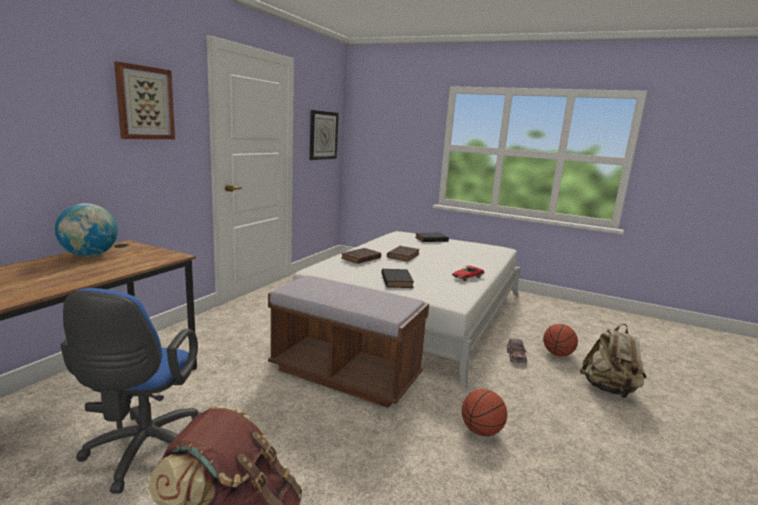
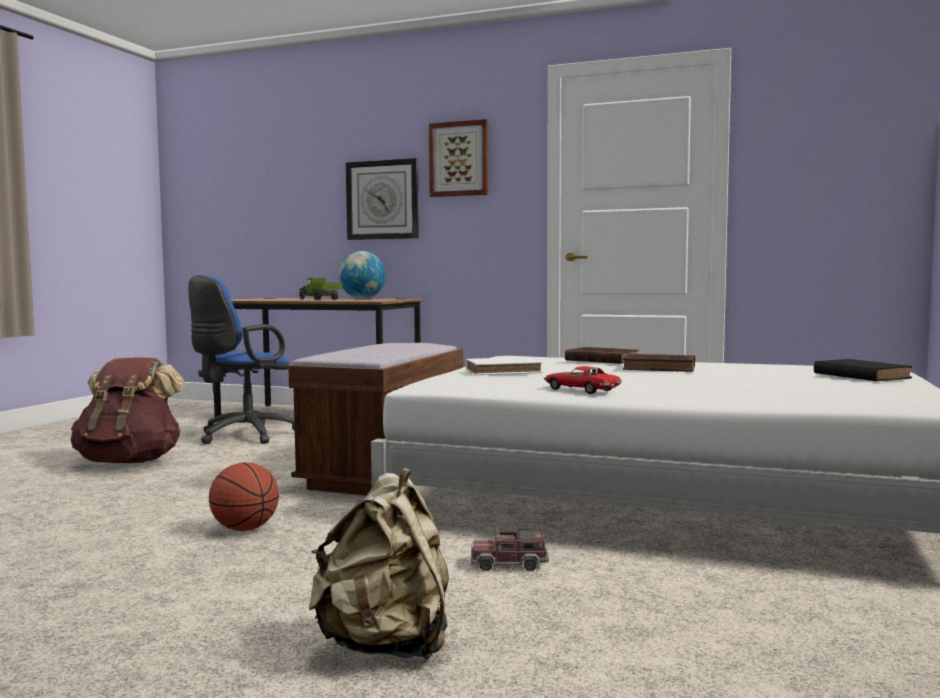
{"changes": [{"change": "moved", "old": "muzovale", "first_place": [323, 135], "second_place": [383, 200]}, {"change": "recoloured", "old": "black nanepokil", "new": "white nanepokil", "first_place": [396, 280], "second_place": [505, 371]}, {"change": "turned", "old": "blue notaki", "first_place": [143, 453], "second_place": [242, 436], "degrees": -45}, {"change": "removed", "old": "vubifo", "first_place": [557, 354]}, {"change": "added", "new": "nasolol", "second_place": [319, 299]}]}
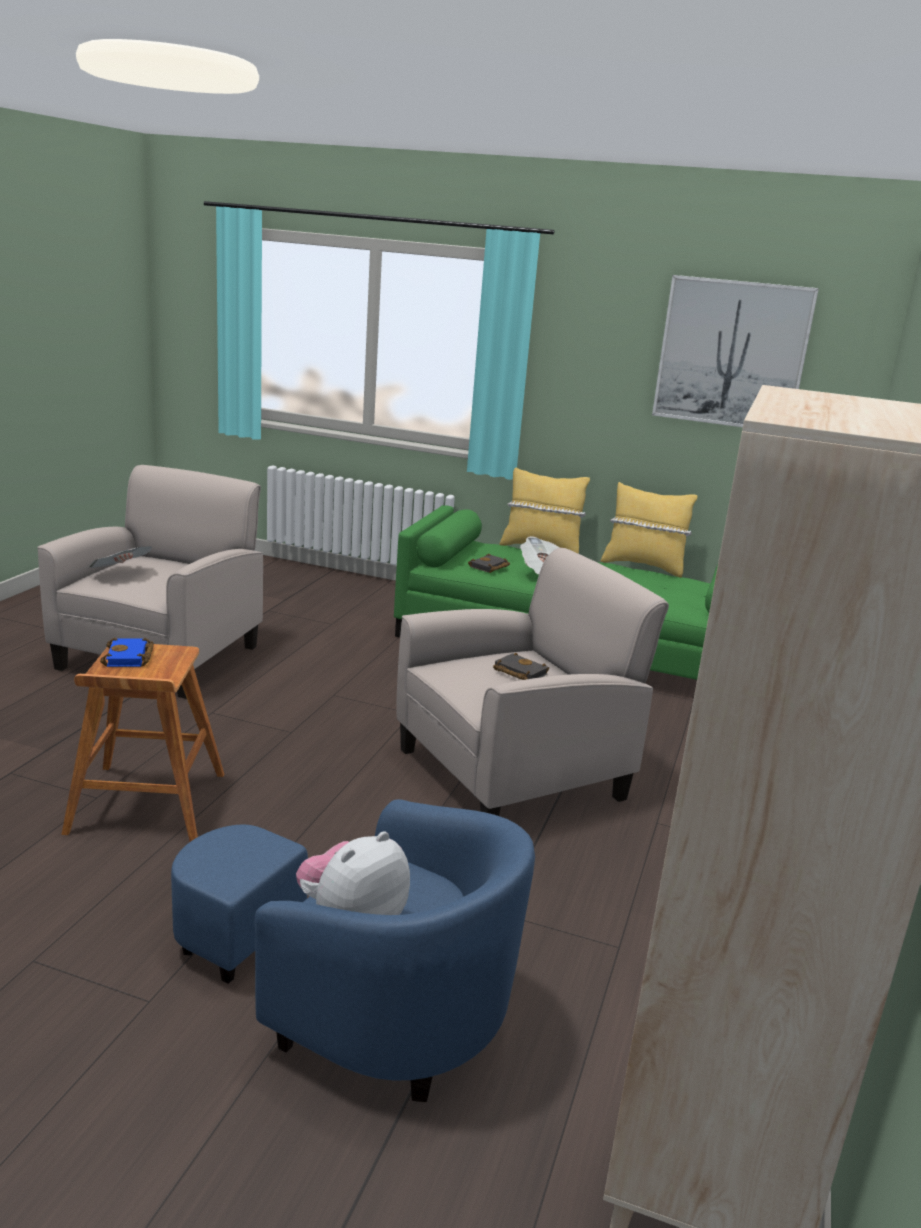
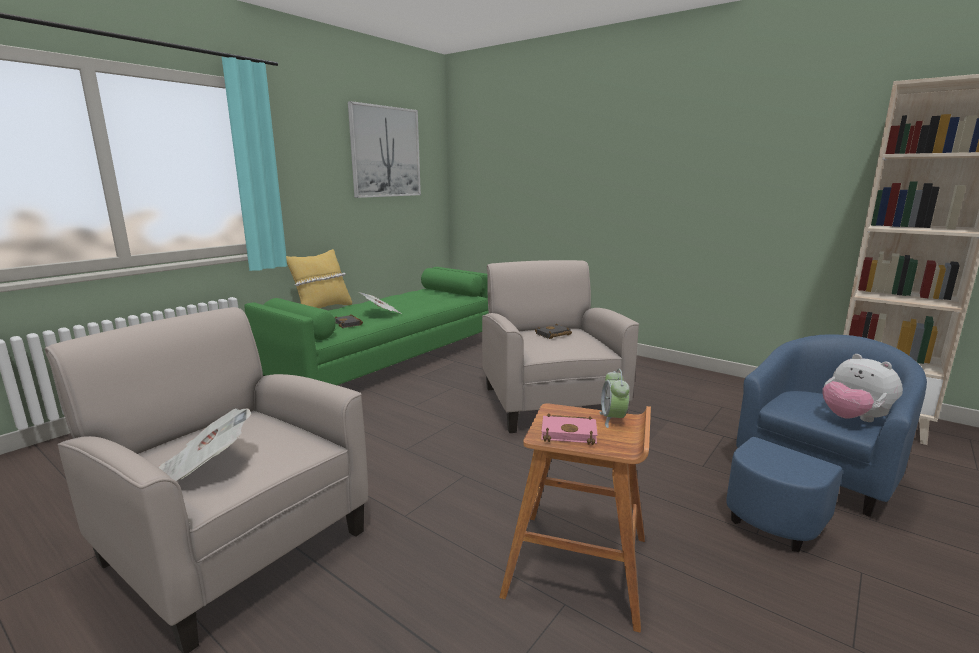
{"changes": [{"change": "removed", "old": "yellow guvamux", "first_place": [643, 566]}, {"change": "recoloured", "old": "blue nanepokil", "new": "pink nanepokil", "first_place": [129, 658], "second_place": [570, 433]}, {"change": "added", "new": "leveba", "second_place": [613, 419]}]}
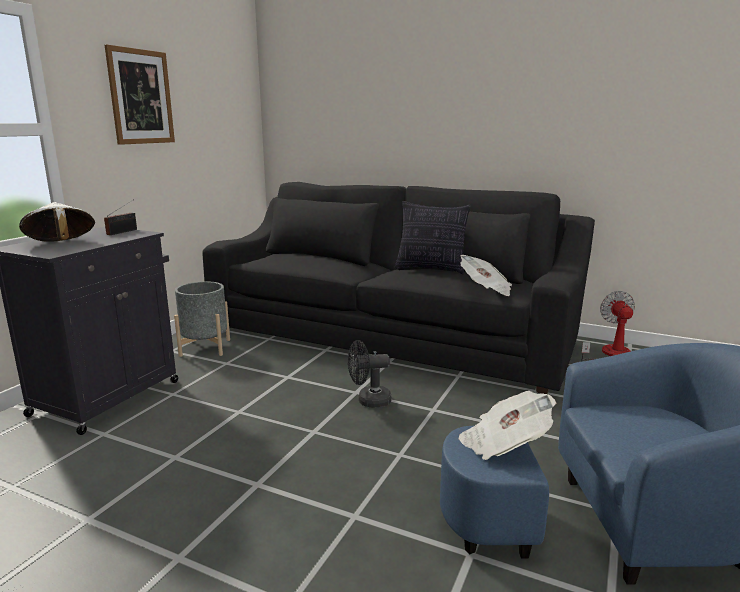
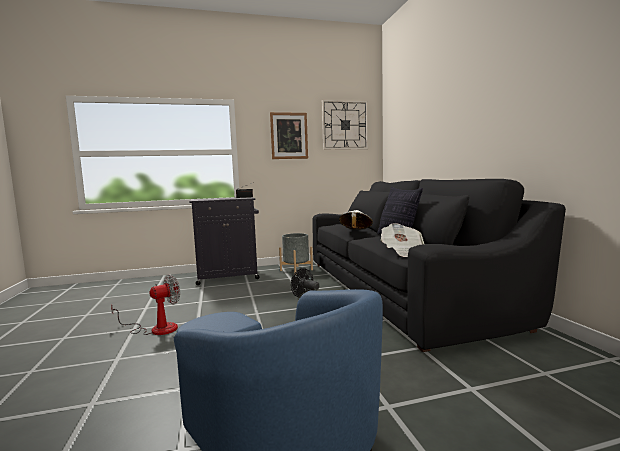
{"changes": [{"change": "moved", "old": "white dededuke", "first_place": [61, 245], "second_place": [355, 231]}, {"change": "moved", "old": "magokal", "first_place": [610, 355], "second_place": [156, 329]}, {"change": "removed", "old": "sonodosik", "first_place": [504, 444]}, {"change": "added", "new": "muzovale", "second_place": [345, 125]}]}
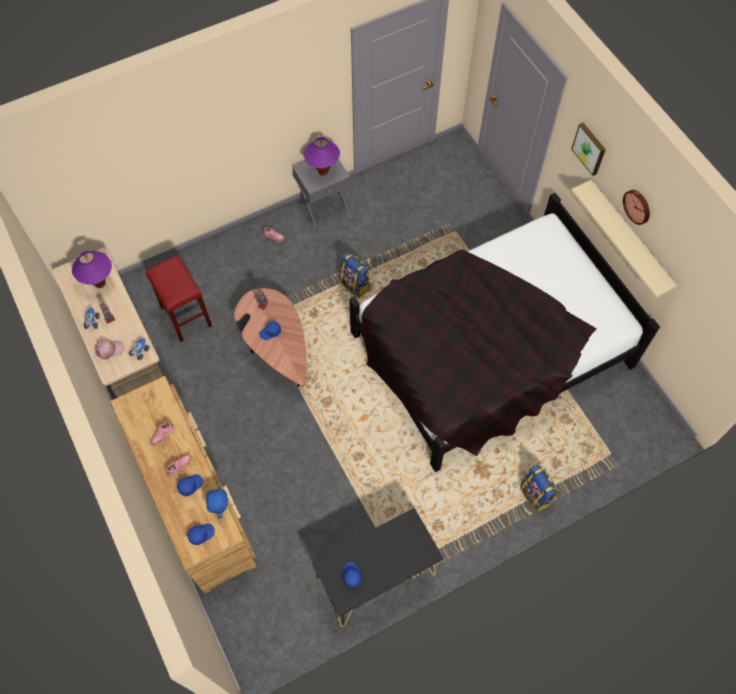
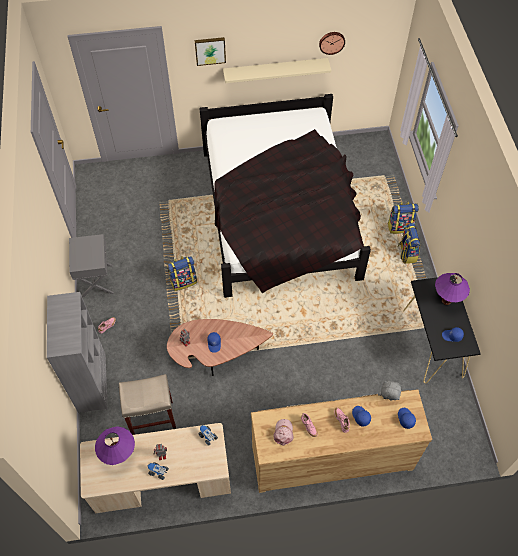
{"changes": [{"change": "moved", "old": "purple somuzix", "first_place": [323, 172], "second_place": [446, 301]}, {"change": "moved", "old": "muzovale", "first_place": [637, 206], "second_place": [331, 42]}, {"change": "recoloured", "old": "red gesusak", "new": "beige gesusak", "first_place": [186, 317], "second_place": [153, 418]}, {"change": "moved", "old": "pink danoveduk", "first_place": [109, 350], "second_place": [283, 433]}, {"change": "recoloured", "old": "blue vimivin", "new": "grey vimivin", "first_place": [220, 508], "second_place": [387, 399]}, {"change": "added", "new": "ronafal", "second_place": [407, 253]}, {"change": "added", "new": "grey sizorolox", "second_place": [94, 388]}]}
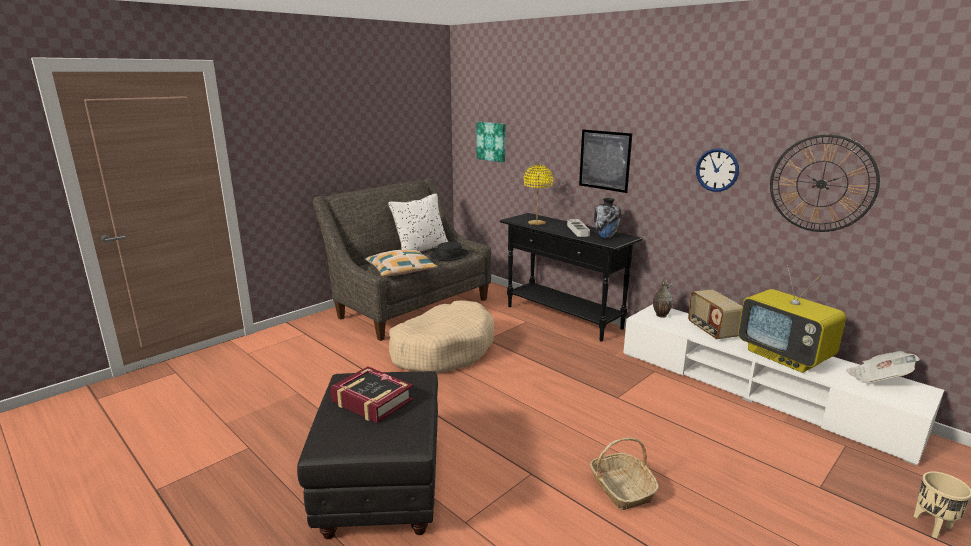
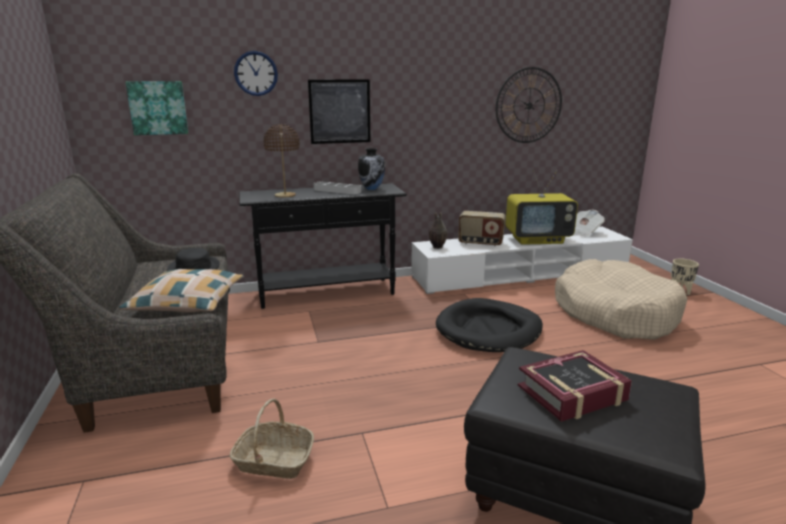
{"changes": [{"change": "moved", "old": "muzovale", "first_place": [717, 170], "second_place": [256, 73]}, {"change": "recoloured", "old": "yellow somuzix", "new": "brown somuzix", "first_place": [536, 223], "second_place": [285, 195]}, {"change": "removed", "old": "white guvamux", "first_place": [420, 249]}, {"change": "moved", "old": "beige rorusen", "first_place": [443, 349], "second_place": [615, 313]}, {"change": "moved", "old": "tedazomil", "first_place": [621, 488], "second_place": [273, 461]}, {"change": "added", "new": "black rorusen", "second_place": [489, 330]}]}
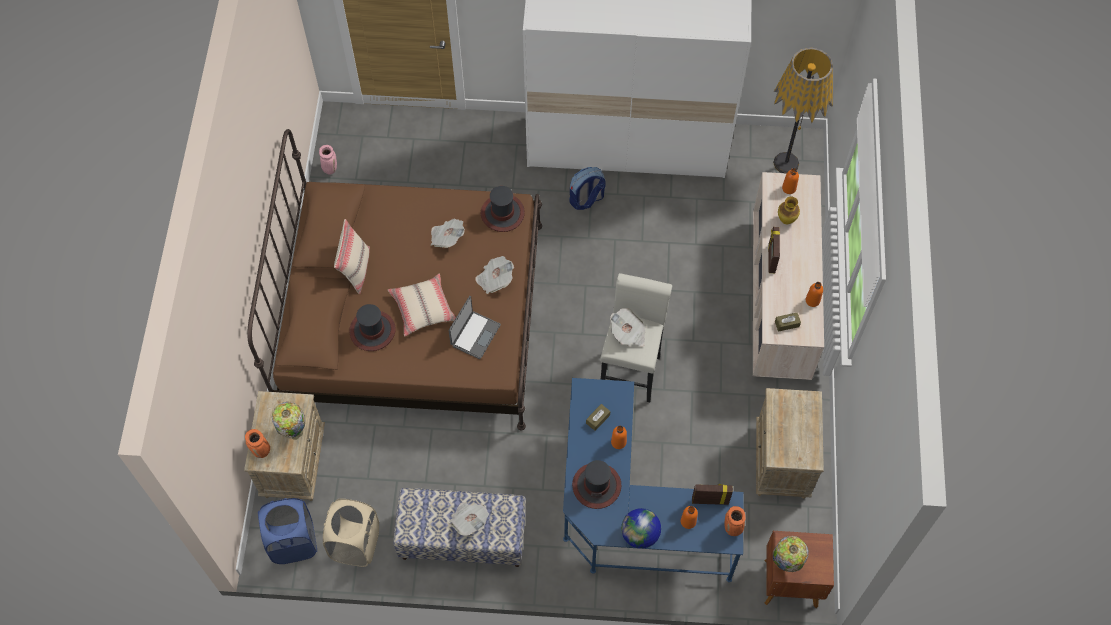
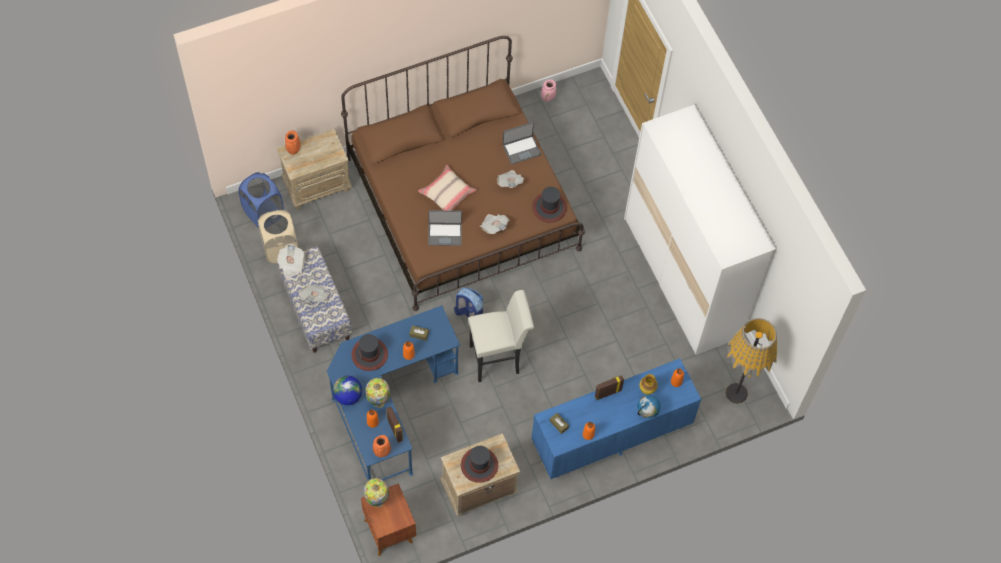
{"changes": [{"change": "moved", "old": "ronafal", "first_place": [586, 199], "second_place": [468, 312]}, {"change": "recoloured", "old": "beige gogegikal", "new": "blue gogegikal", "first_place": [779, 300], "second_place": [611, 435]}, {"change": "removed", "old": "beige guvamux", "first_place": [356, 269]}, {"change": "moved", "old": "dededuke", "first_place": [372, 331], "second_place": [479, 465]}, {"change": "moved", "old": "sonodosik", "first_place": [628, 333], "second_place": [291, 265]}, {"change": "moved", "old": "somuzix", "first_place": [294, 432], "second_place": [379, 402]}, {"change": "added", "new": "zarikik", "second_place": [521, 149]}, {"change": "added", "new": "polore", "second_place": [647, 413]}]}
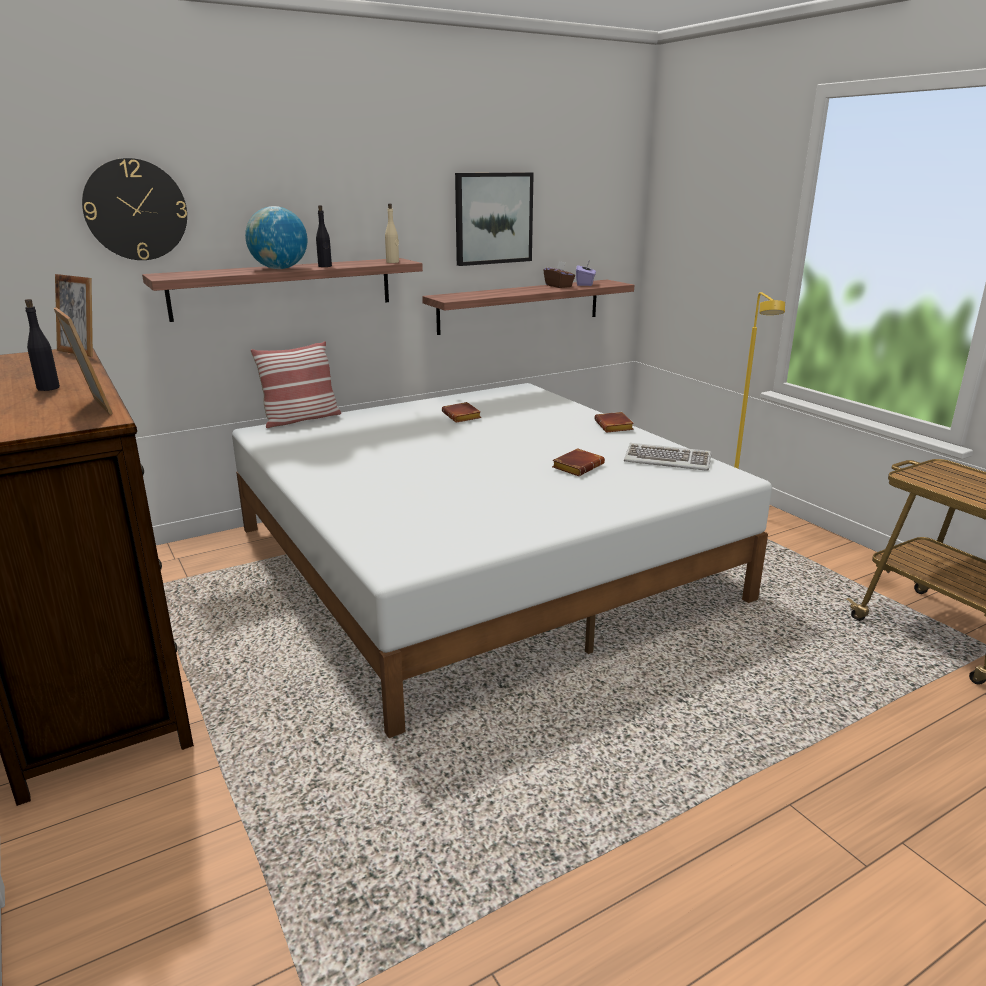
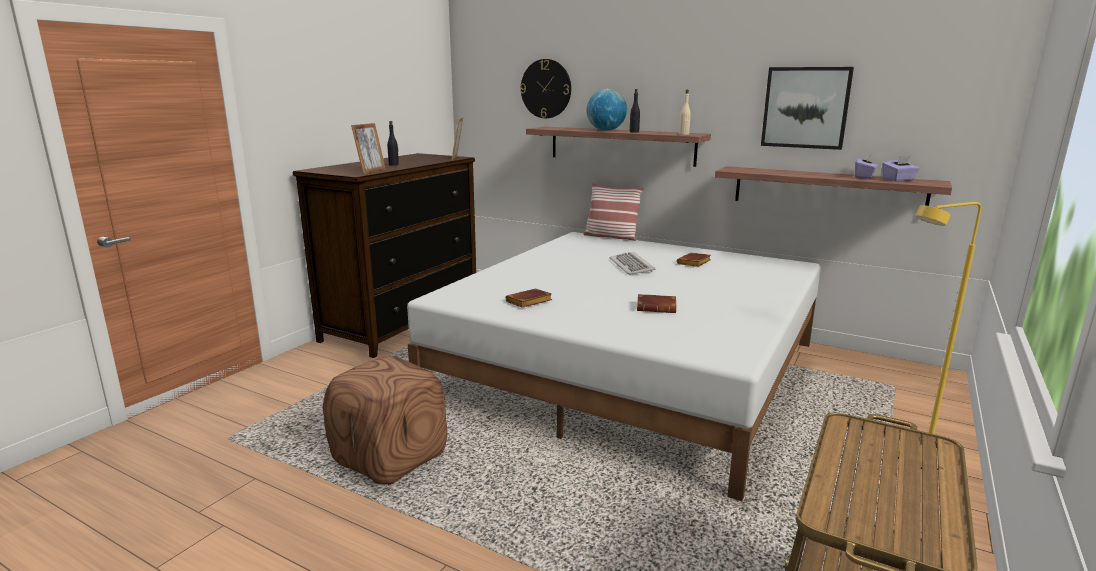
{"changes": [{"change": "recoloured", "old": "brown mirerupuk", "new": "purple mirerupuk", "first_place": [559, 286], "second_place": [864, 177]}, {"change": "moved", "old": "brown nanepokil", "first_place": [615, 427], "second_place": [528, 302]}, {"change": "moved", "old": "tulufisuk", "first_place": [667, 460], "second_place": [632, 266]}, {"change": "added", "new": "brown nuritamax", "second_place": [389, 457]}]}
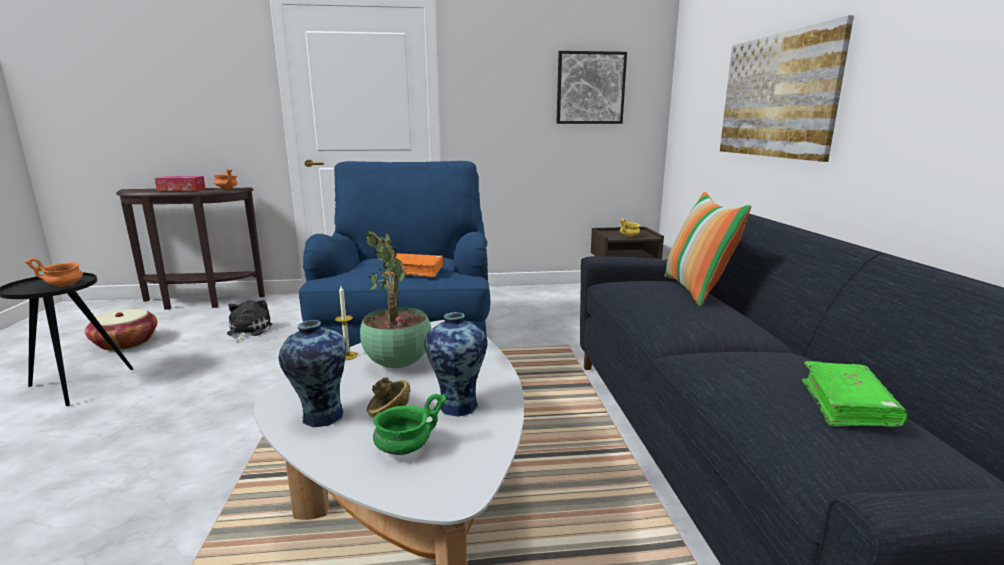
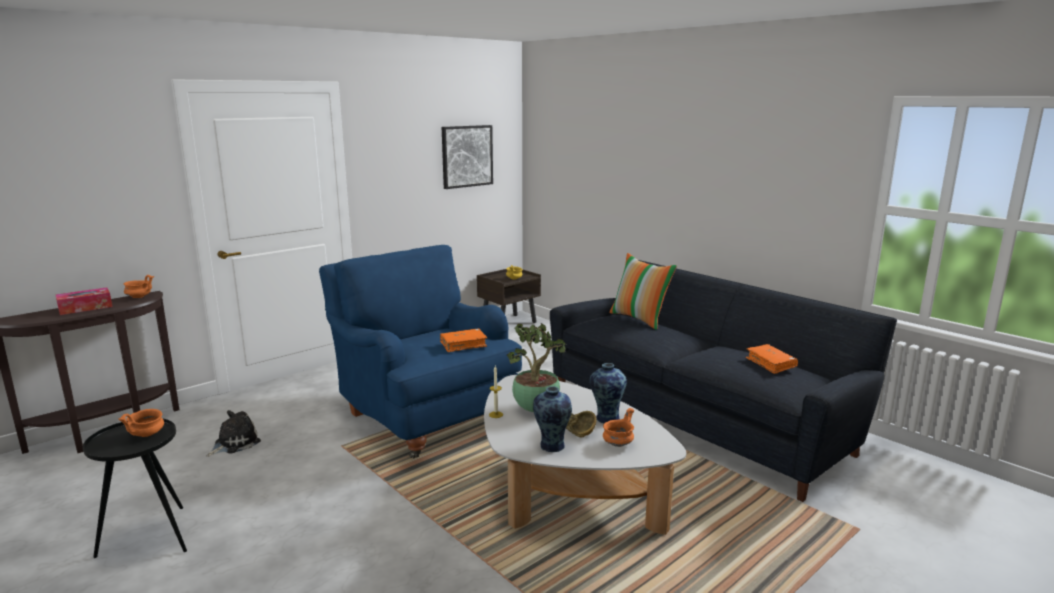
{"changes": [{"change": "removed", "old": "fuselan", "first_place": [776, 96]}, {"change": "turned", "old": "vimivin", "first_place": [248, 331], "second_place": [234, 443], "degrees": 75}, {"change": "removed", "old": "tedazomil", "first_place": [126, 343]}, {"change": "recoloured", "old": "green nanepokil", "new": "orange nanepokil", "first_place": [847, 405], "second_place": [770, 364]}, {"change": "recoloured", "old": "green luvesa", "new": "orange luvesa", "first_place": [404, 448], "second_place": [618, 443]}]}
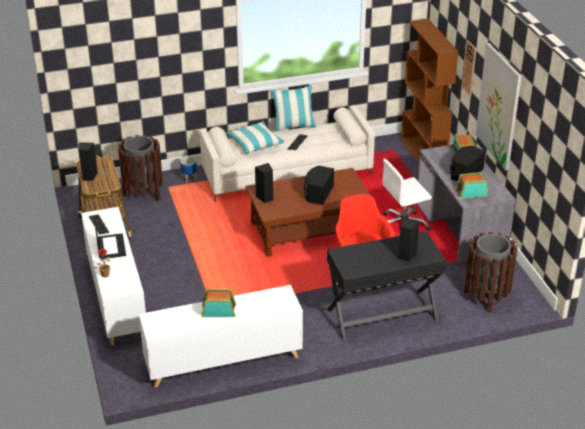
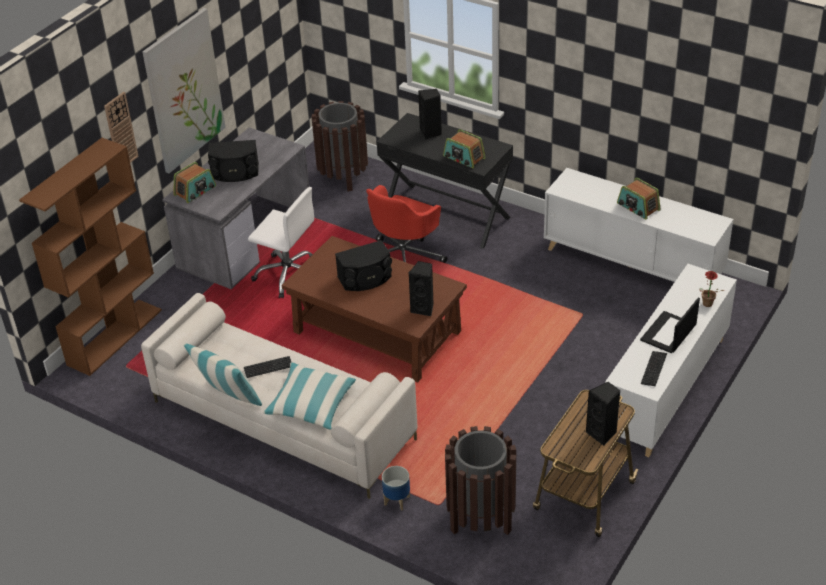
{"changes": [{"change": "moved", "old": "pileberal", "first_place": [471, 192], "second_place": [464, 157]}]}
